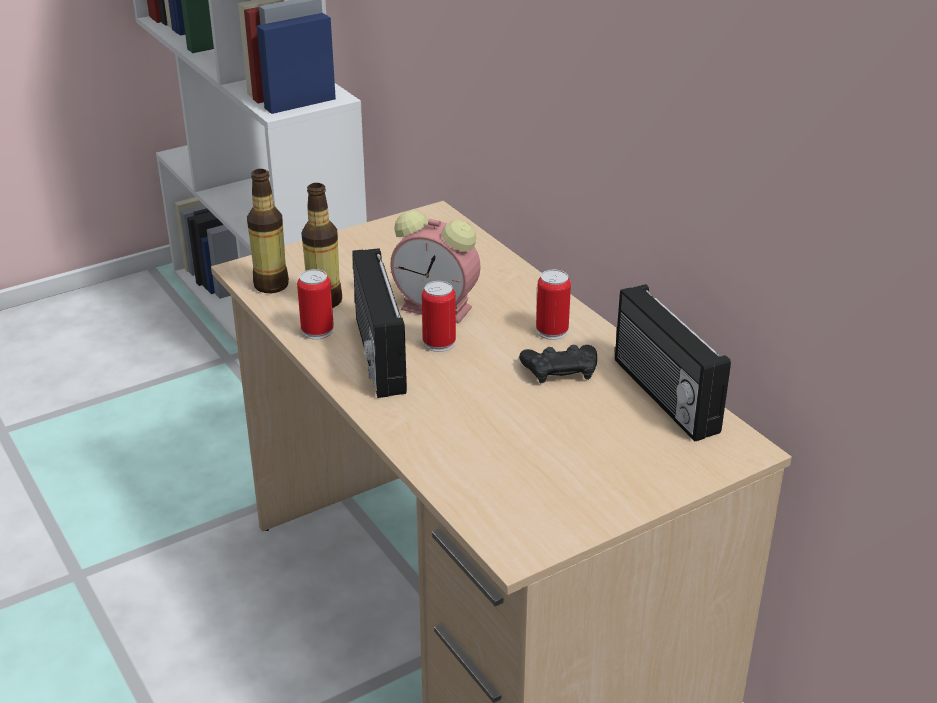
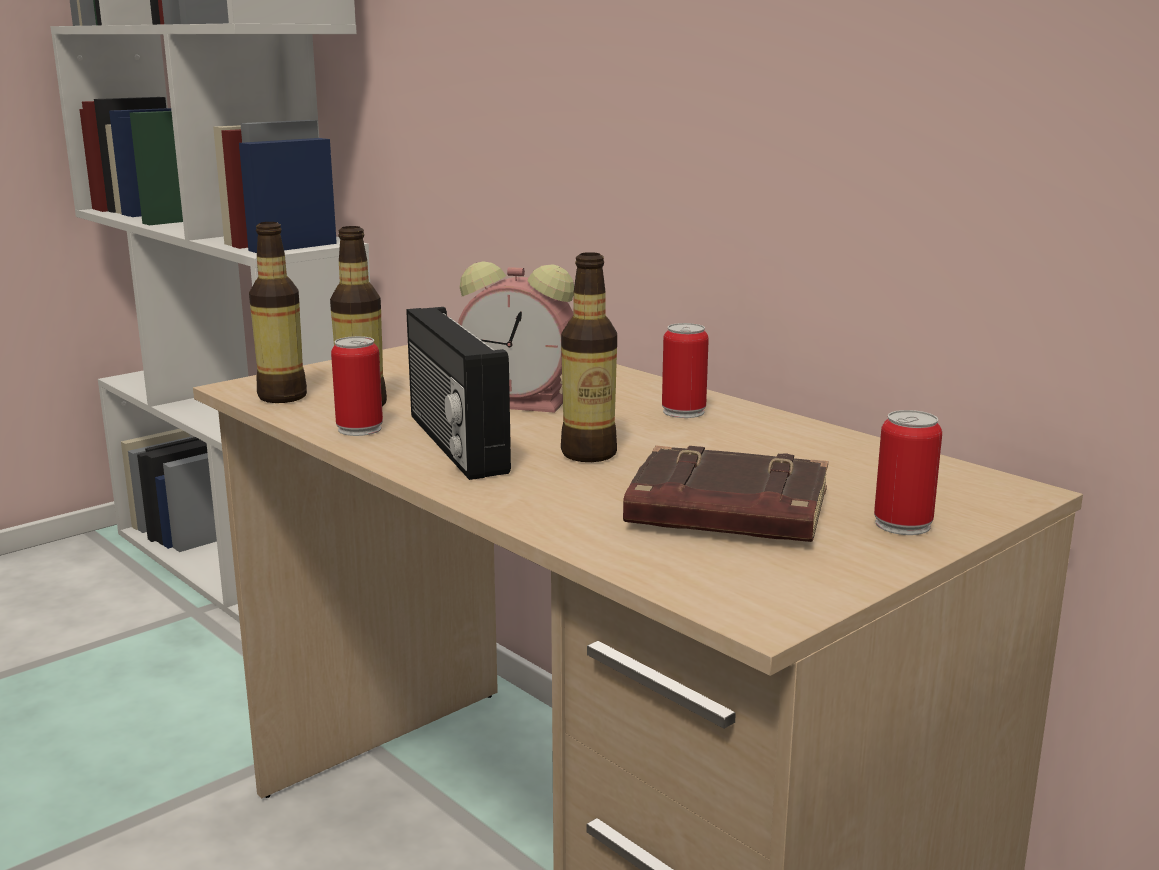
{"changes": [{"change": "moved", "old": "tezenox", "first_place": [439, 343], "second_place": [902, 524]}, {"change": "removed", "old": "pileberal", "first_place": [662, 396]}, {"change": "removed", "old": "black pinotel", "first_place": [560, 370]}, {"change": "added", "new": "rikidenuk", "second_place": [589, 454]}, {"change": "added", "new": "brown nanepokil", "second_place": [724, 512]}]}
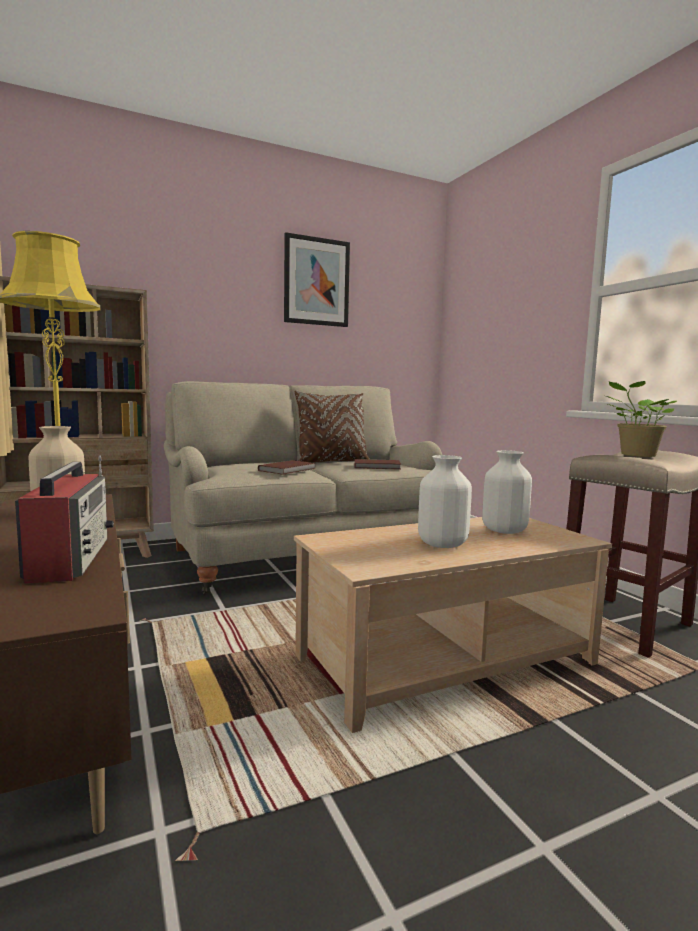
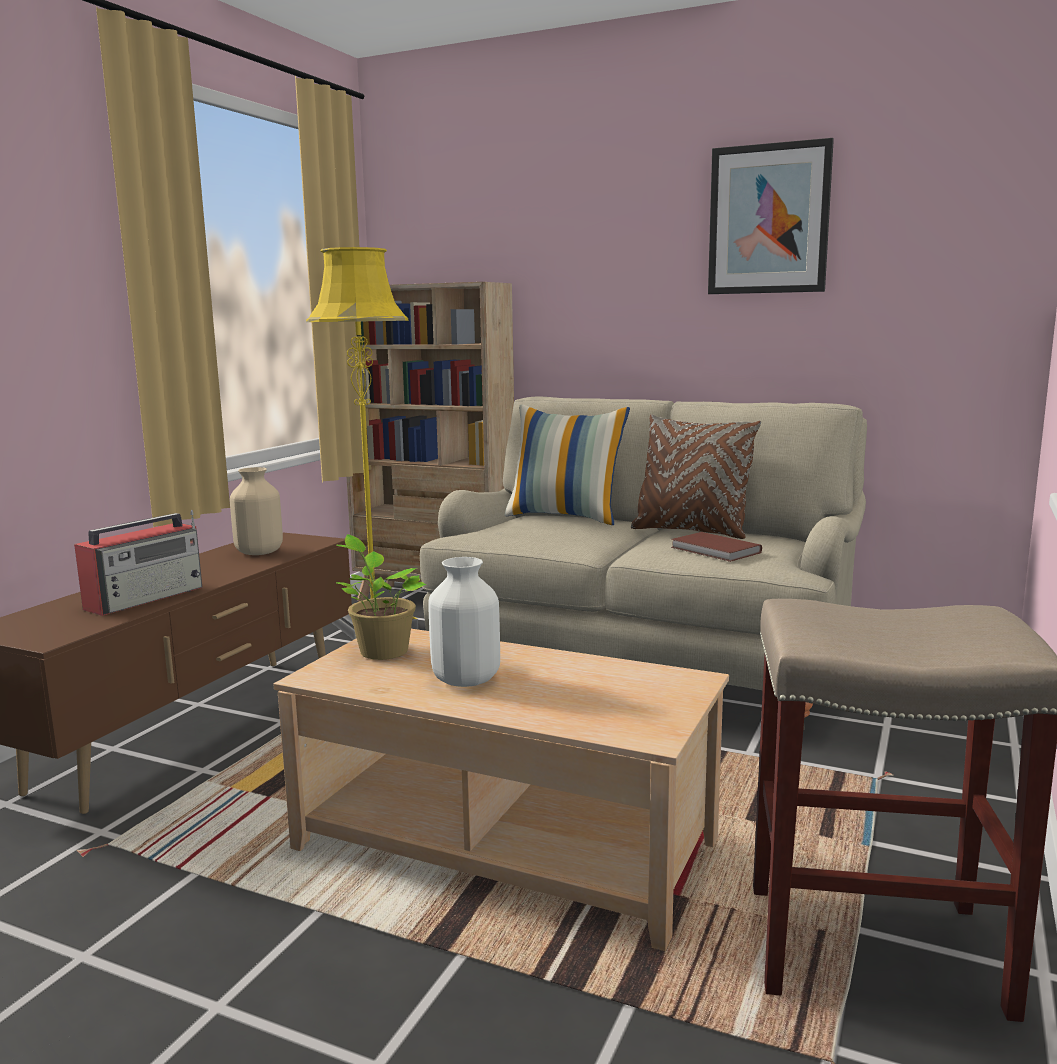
{"changes": [{"change": "moved", "old": "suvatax", "first_place": [635, 455], "second_place": [381, 651]}, {"change": "removed", "old": "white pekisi", "first_place": [503, 530]}, {"change": "removed", "old": "brown nanepokil", "first_place": [288, 469]}, {"change": "added", "new": "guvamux", "second_place": [565, 517]}]}
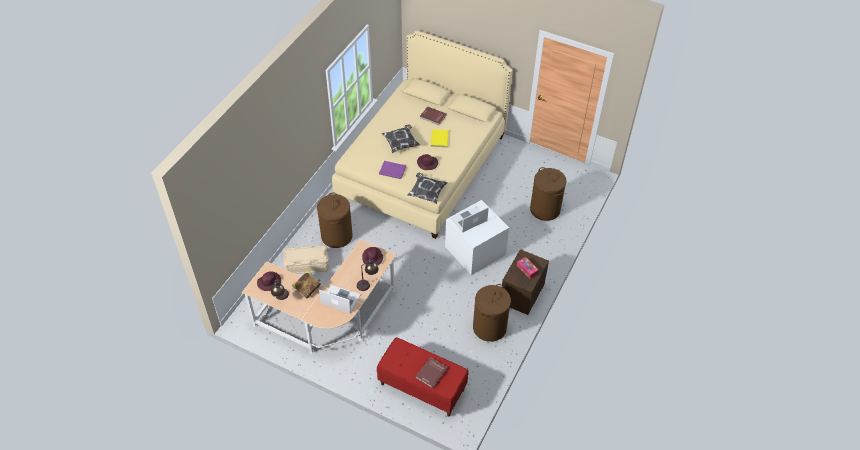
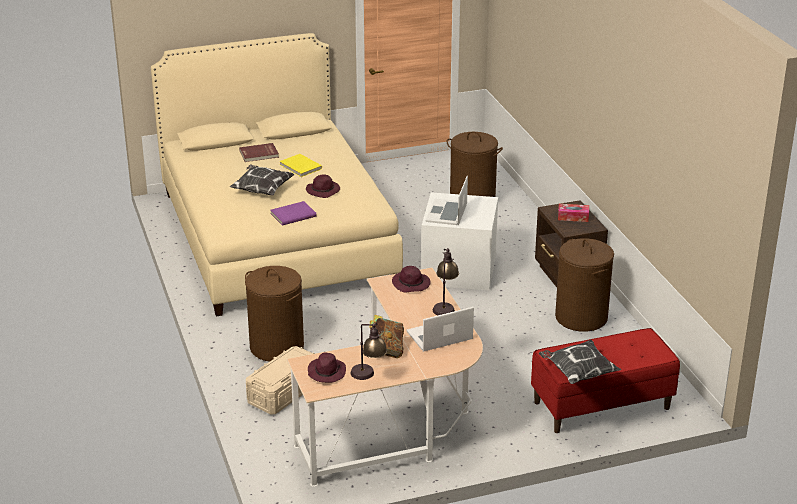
{"changes": [{"change": "moved", "old": "guvamux", "first_place": [427, 193], "second_place": [578, 373]}, {"change": "removed", "old": "red nanepokil", "first_place": [431, 373]}]}
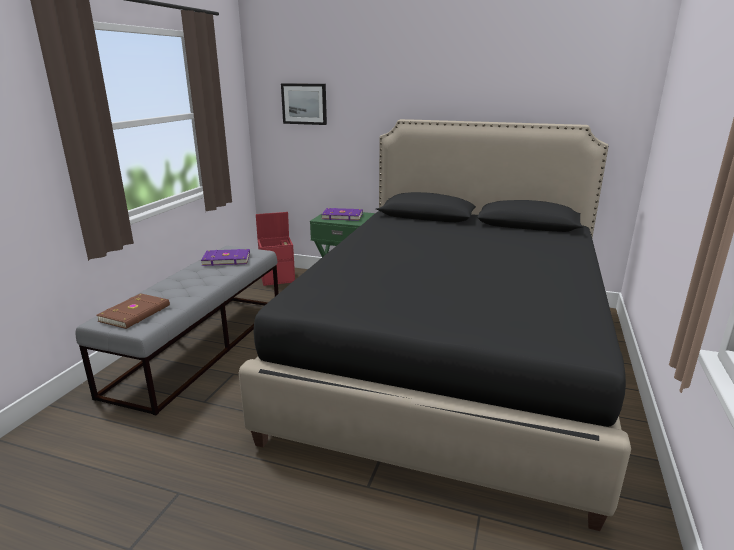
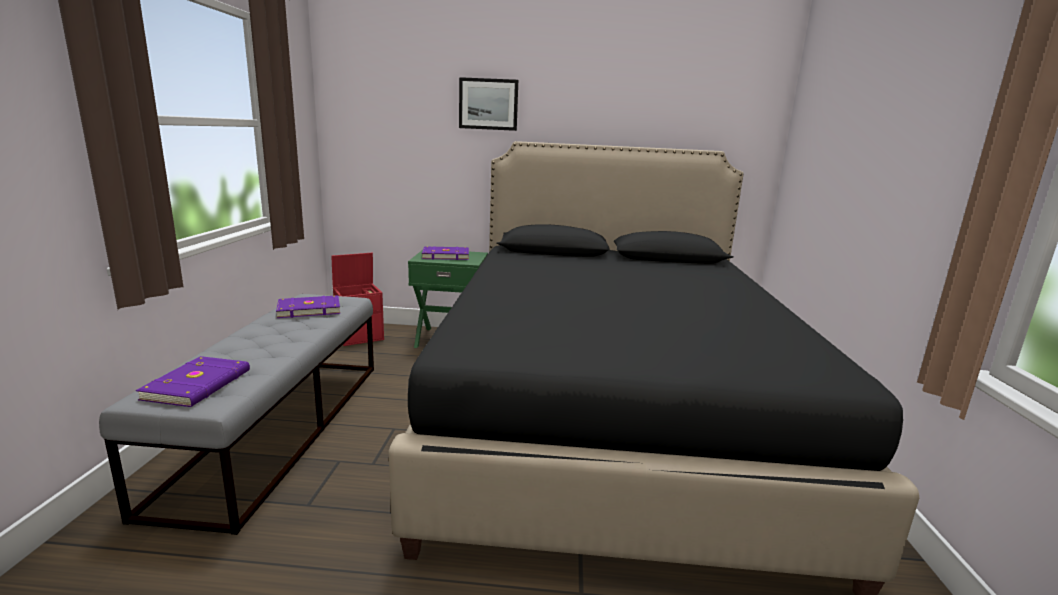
{"changes": [{"change": "moved", "old": "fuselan", "first_place": [304, 104], "second_place": [488, 104]}, {"change": "recoloured", "old": "brown nanepokil", "new": "purple nanepokil", "first_place": [136, 313], "second_place": [199, 385]}]}
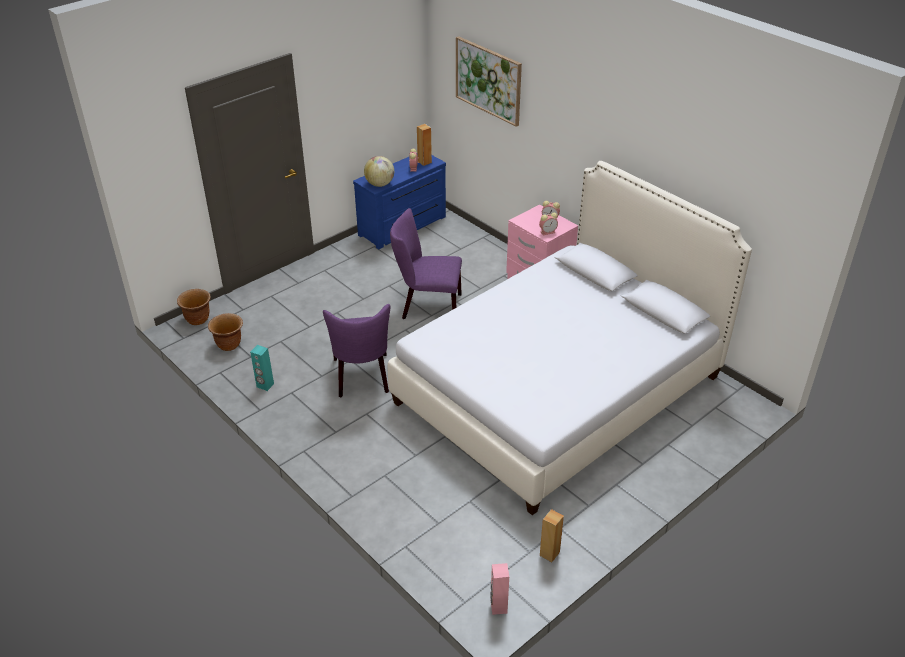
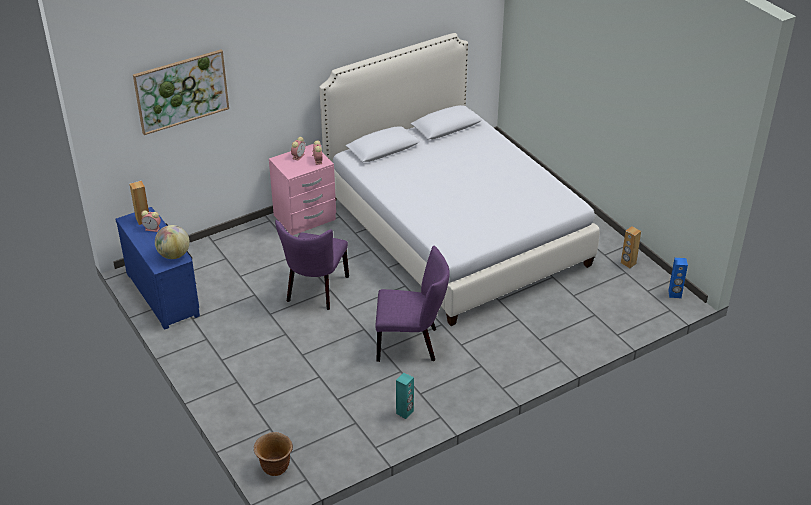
{"changes": [{"change": "removed", "old": "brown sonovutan", "first_place": [229, 345]}, {"change": "recoloured", "old": "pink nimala", "new": "blue nimala", "first_place": [498, 607], "second_place": [674, 294]}]}
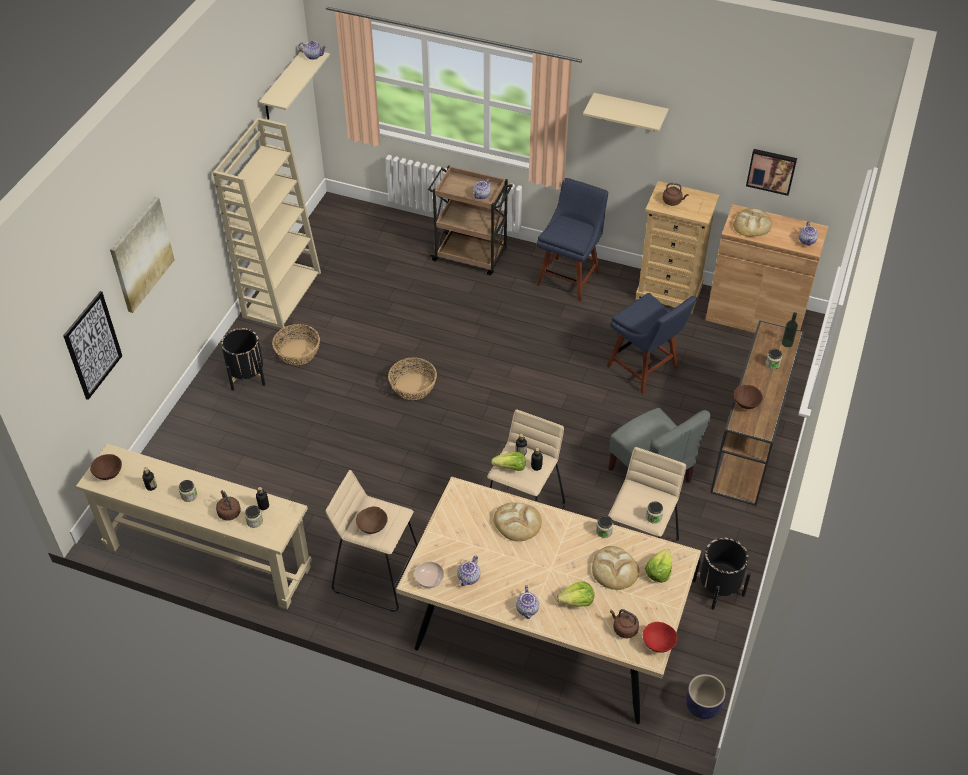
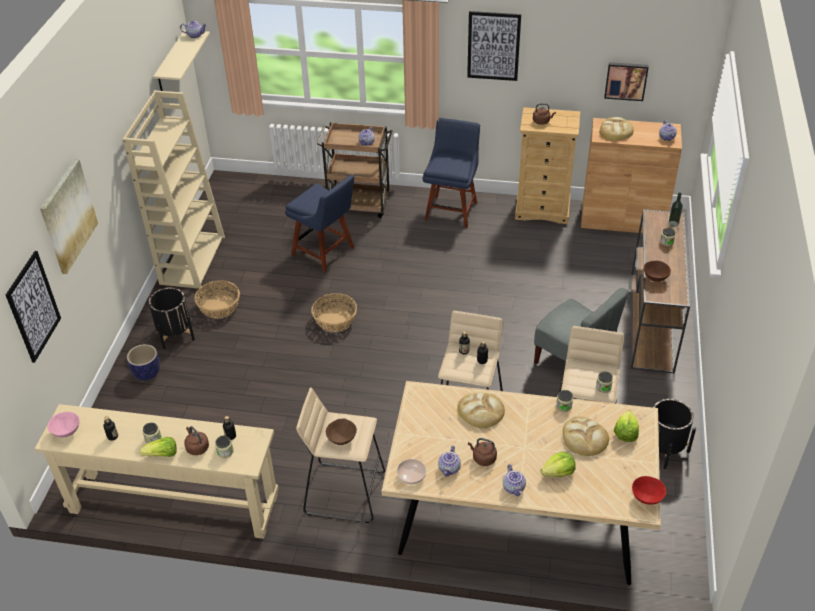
{"changes": [{"change": "replaced", "old": "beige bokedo", "new": "fuselan", "first_place": [629, 112], "second_place": [493, 46]}, {"change": "moved", "old": "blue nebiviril", "first_place": [645, 369], "second_place": [325, 252]}, {"change": "moved", "old": "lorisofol", "first_place": [510, 467], "second_place": [162, 455]}, {"change": "recoloured", "old": "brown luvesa", "new": "pink luvesa", "first_place": [109, 474], "second_place": [67, 431]}, {"change": "moved", "old": "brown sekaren", "first_place": [624, 628], "second_place": [483, 458]}, {"change": "moved", "old": "sonovutan", "first_place": [702, 706], "second_place": [146, 373]}]}
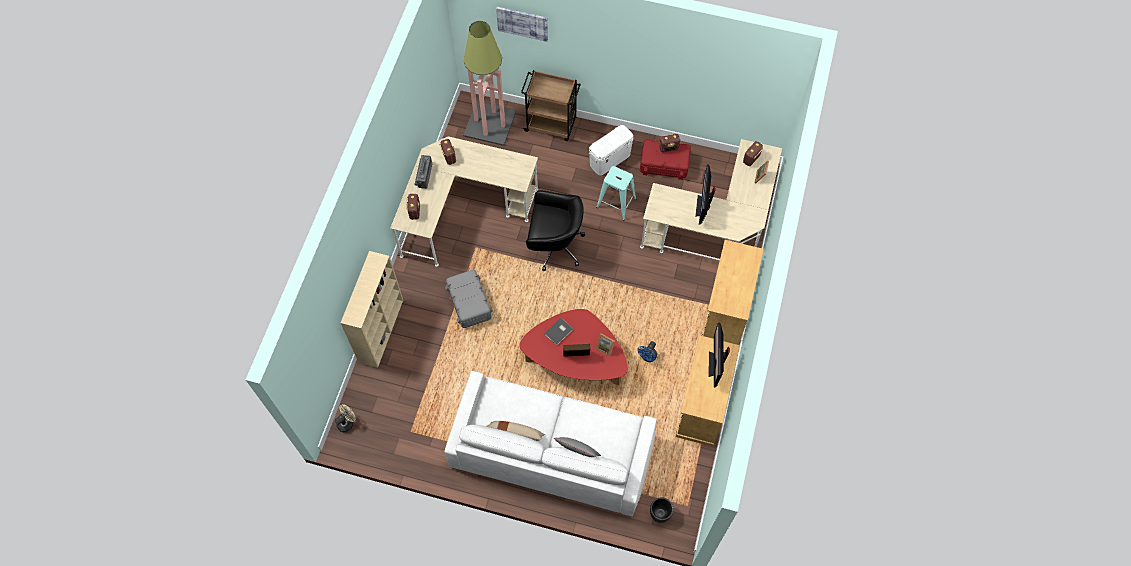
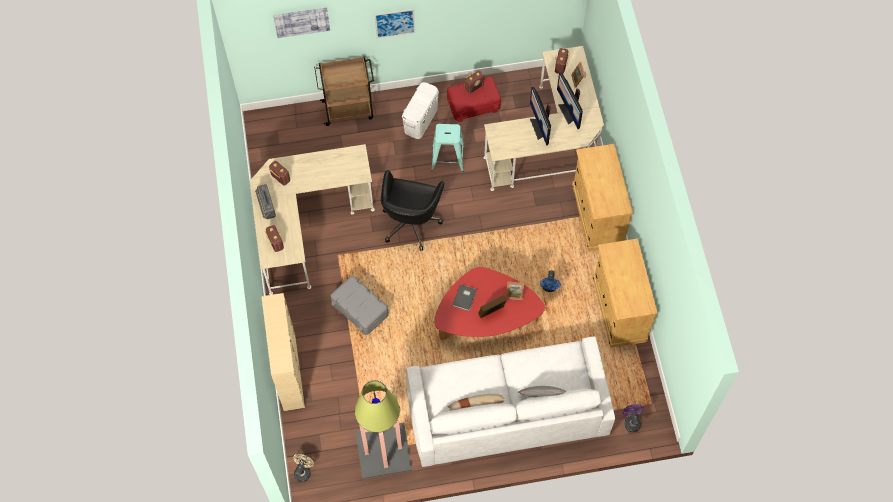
{"changes": [{"change": "moved", "old": "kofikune", "first_place": [489, 124], "second_place": [382, 451]}, {"change": "turned", "old": "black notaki", "first_place": [554, 246], "second_place": [411, 222], "degrees": 120}, {"change": "moved", "old": "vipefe", "first_place": [715, 364], "second_place": [569, 112]}, {"change": "replaced", "old": "black sonovutan", "new": "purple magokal", "first_place": [660, 514], "second_place": [631, 421]}, {"change": "added", "new": "fuselan", "second_place": [395, 23]}]}
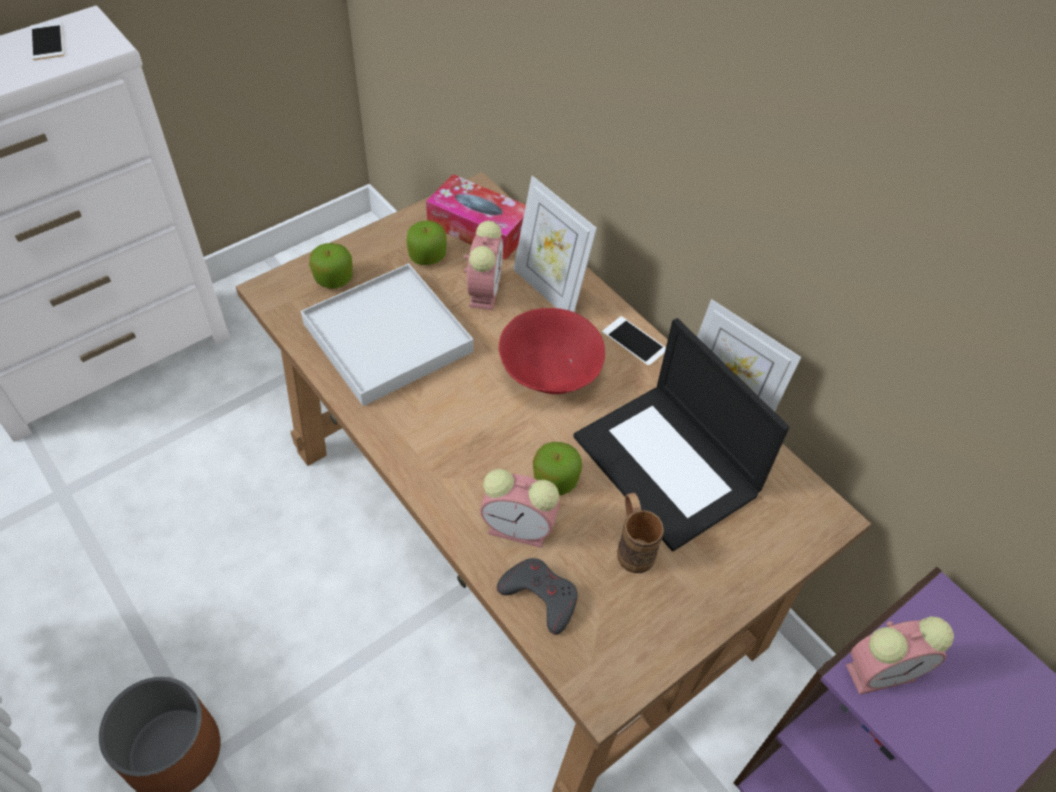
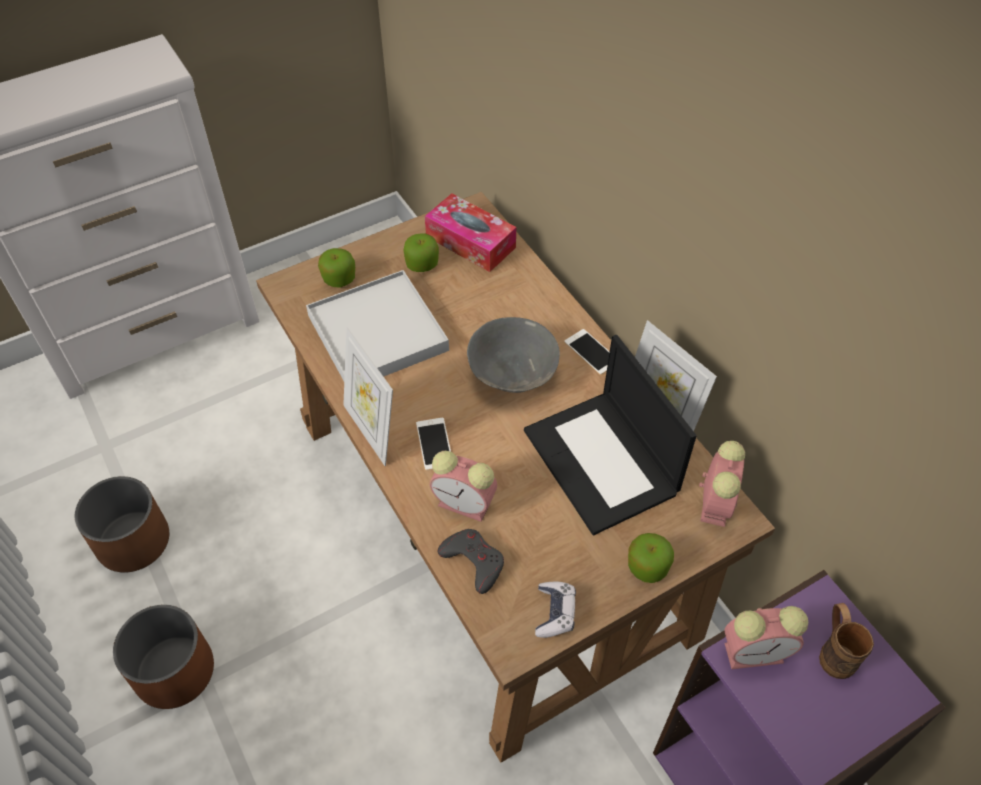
{"changes": [{"change": "moved", "old": "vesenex", "first_place": [47, 41], "second_place": [434, 444]}, {"change": "moved", "old": "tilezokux", "first_place": [549, 290], "second_place": [372, 431]}, {"change": "moved", "old": "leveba", "first_place": [484, 290], "second_place": [715, 502]}, {"change": "recoloured", "old": "red luvesa", "new": "grey luvesa", "first_place": [548, 371], "second_place": [511, 372]}, {"change": "moved", "old": "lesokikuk", "first_place": [555, 479], "second_place": [647, 566]}, {"change": "moved", "old": "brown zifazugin", "first_place": [632, 547], "second_place": [834, 652]}, {"change": "added", "new": "brown sonovutan", "second_place": [133, 541]}, {"change": "added", "new": "pinotel", "second_place": [555, 613]}]}
